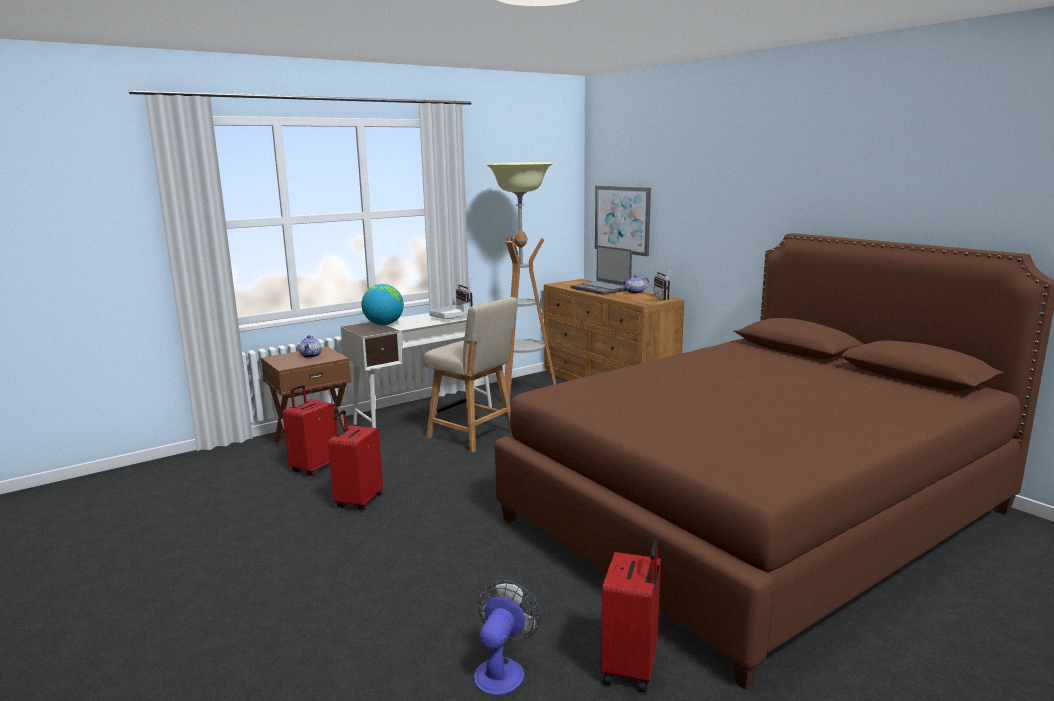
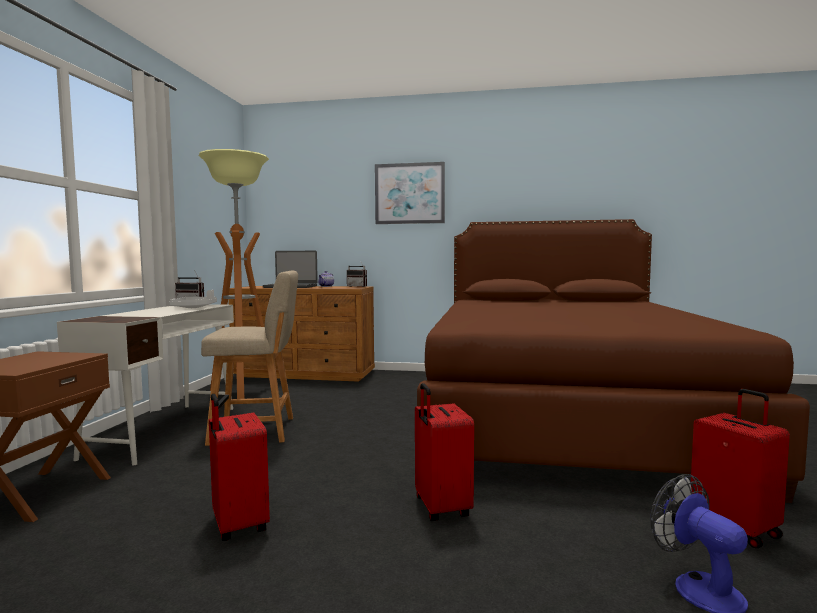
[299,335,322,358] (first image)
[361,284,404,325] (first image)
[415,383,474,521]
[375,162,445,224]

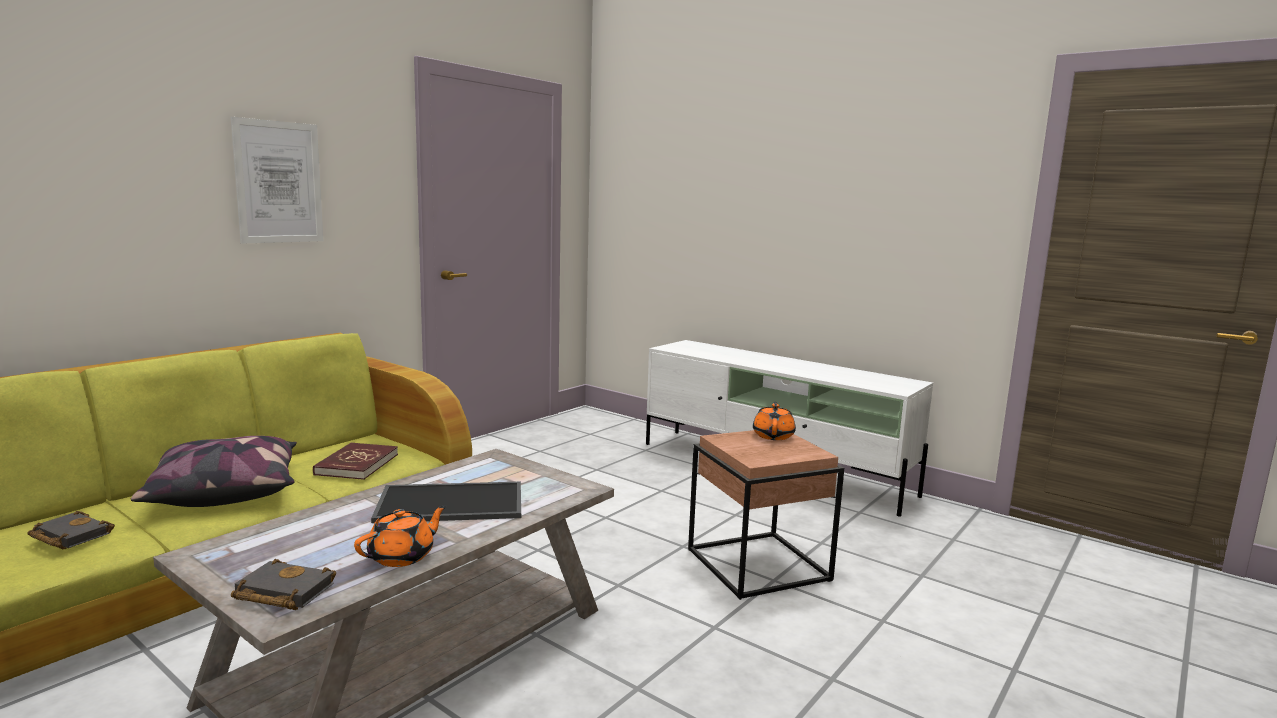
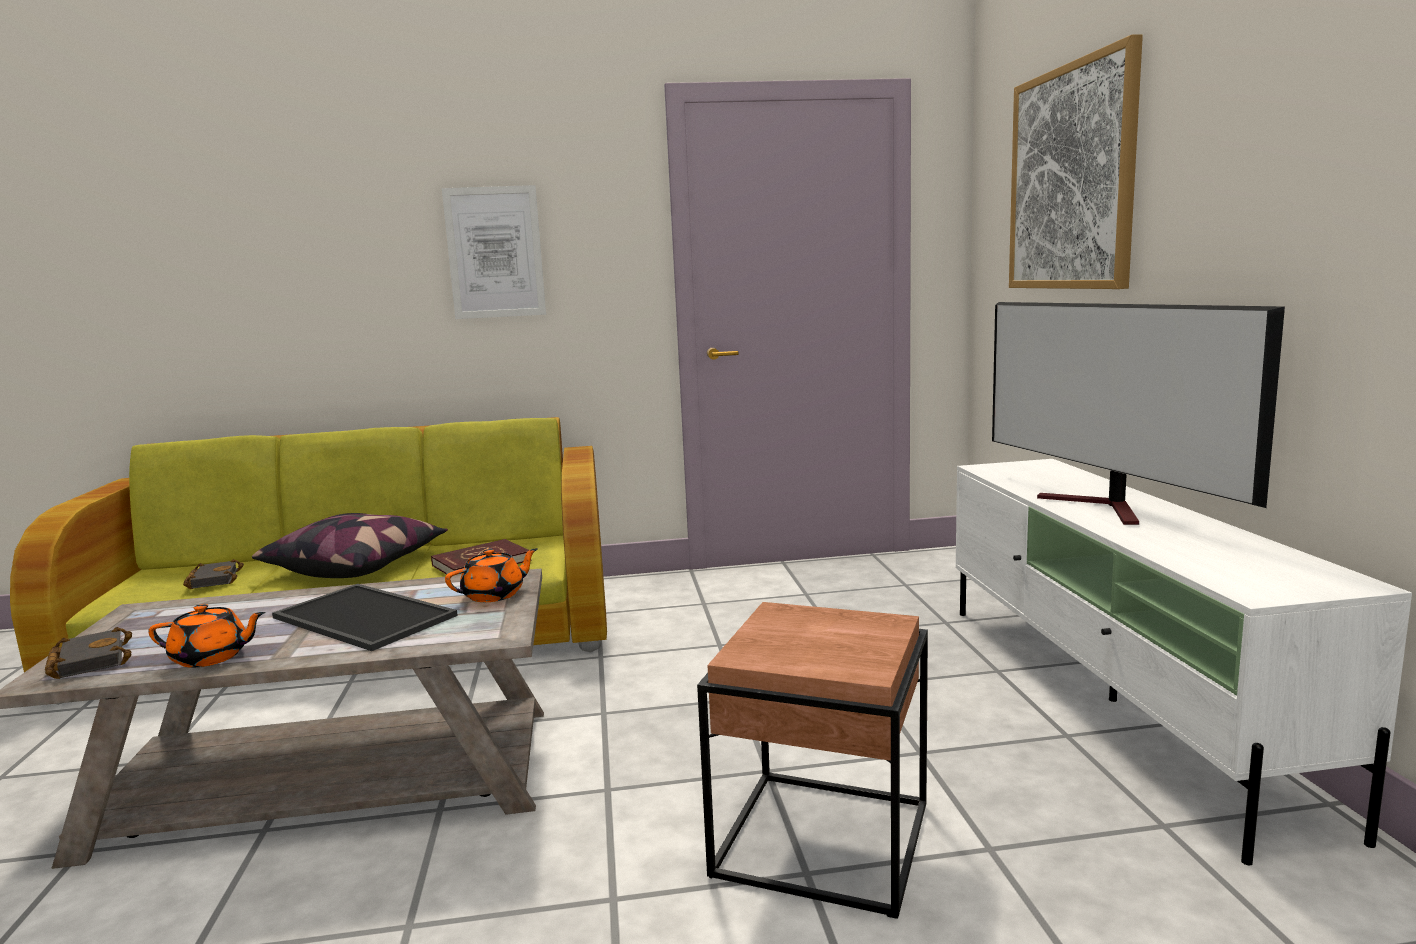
[992,302,1285,525]
[1009,34,1143,289]
[445,548,538,602]

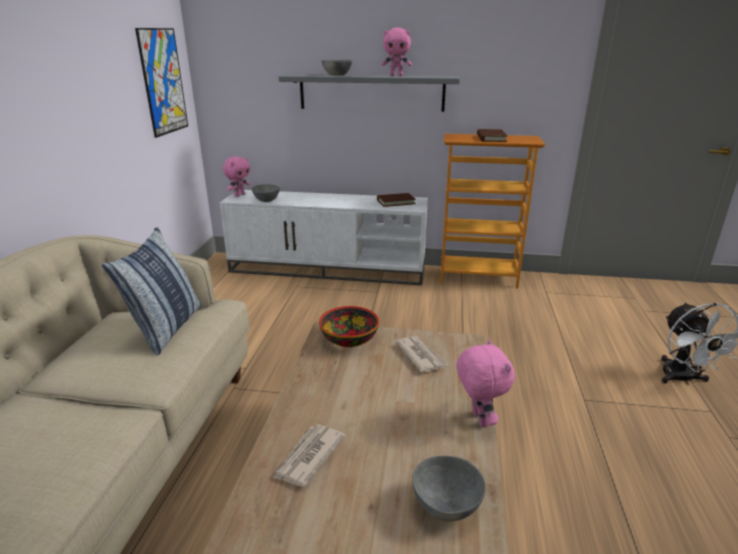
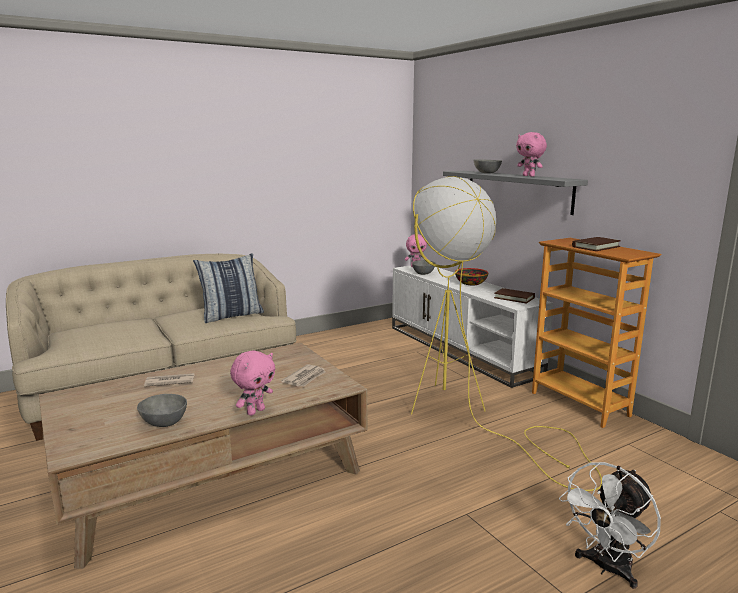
[135,28,188,138] (first image)
[411,176,602,491]
[455,268,488,285]

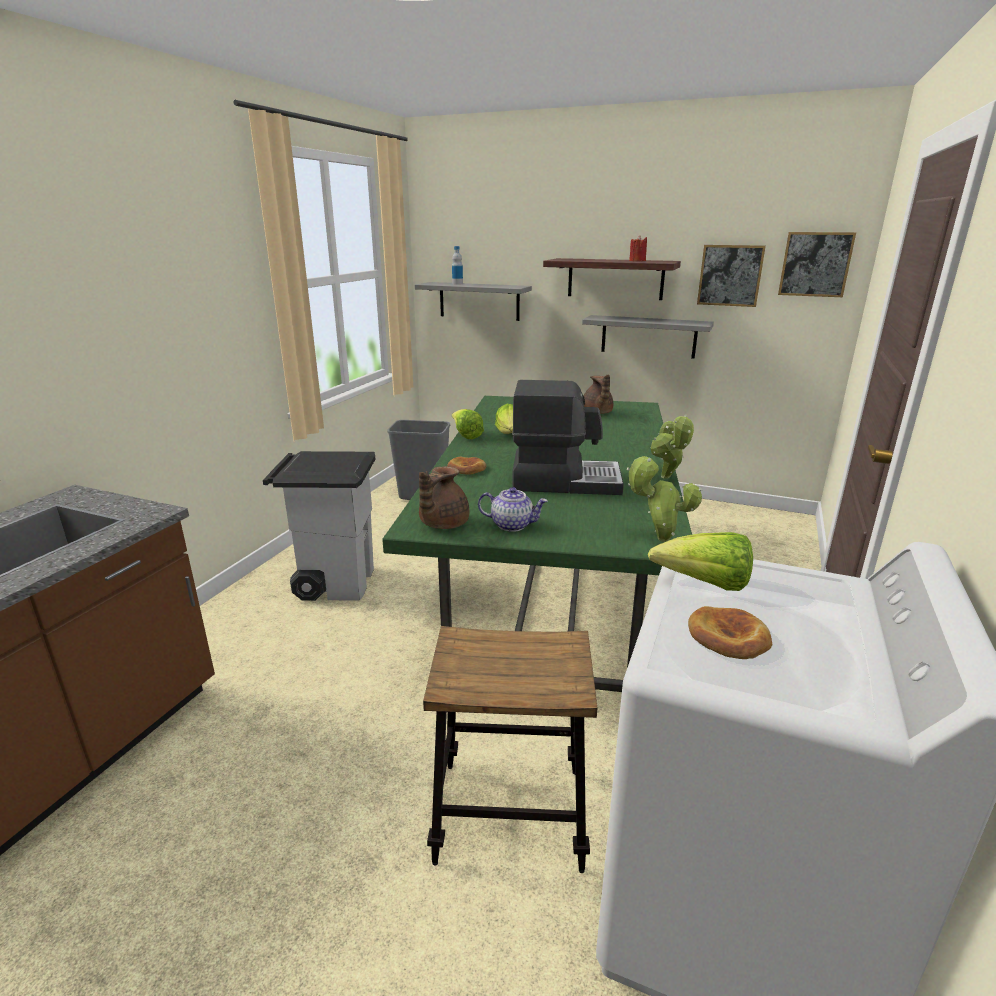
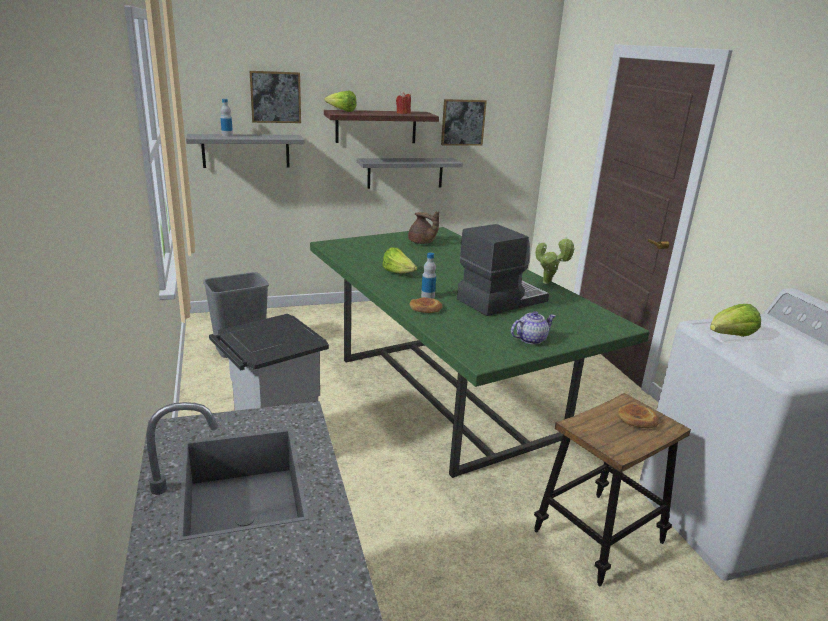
[419,466,469,529] (first image)
[627,456,702,542] (first image)
[421,253,436,299]
[324,91,357,112]
[618,404,659,428]
[250,71,301,123]

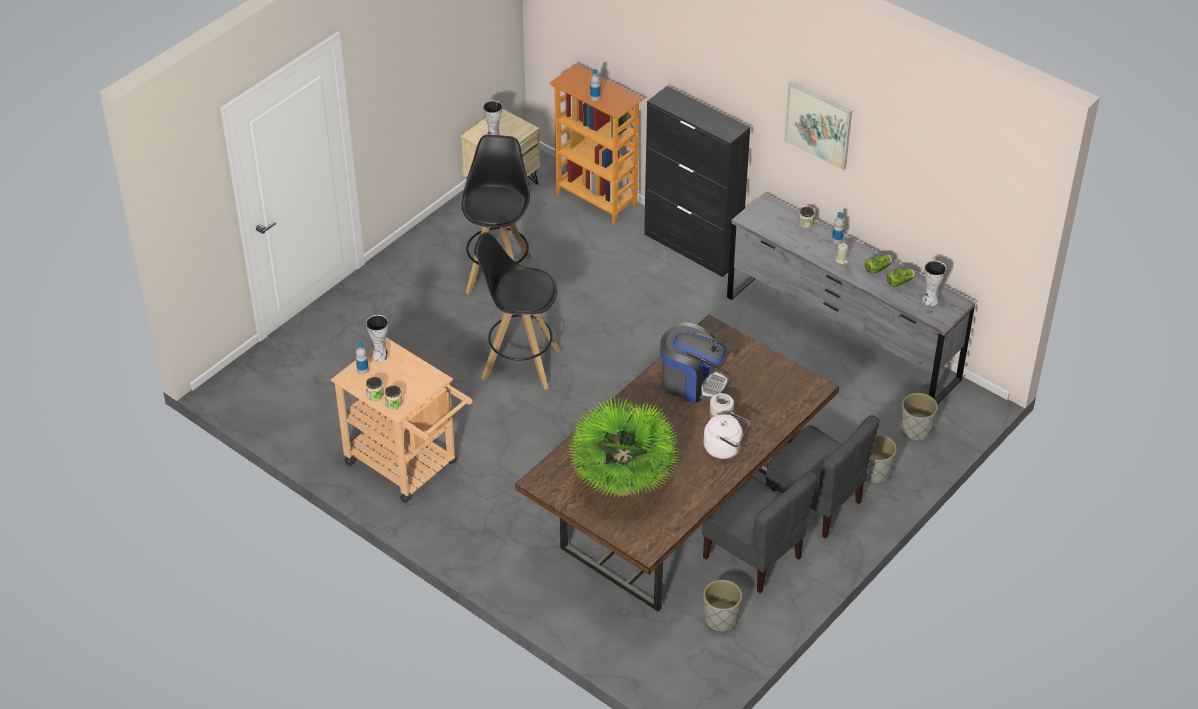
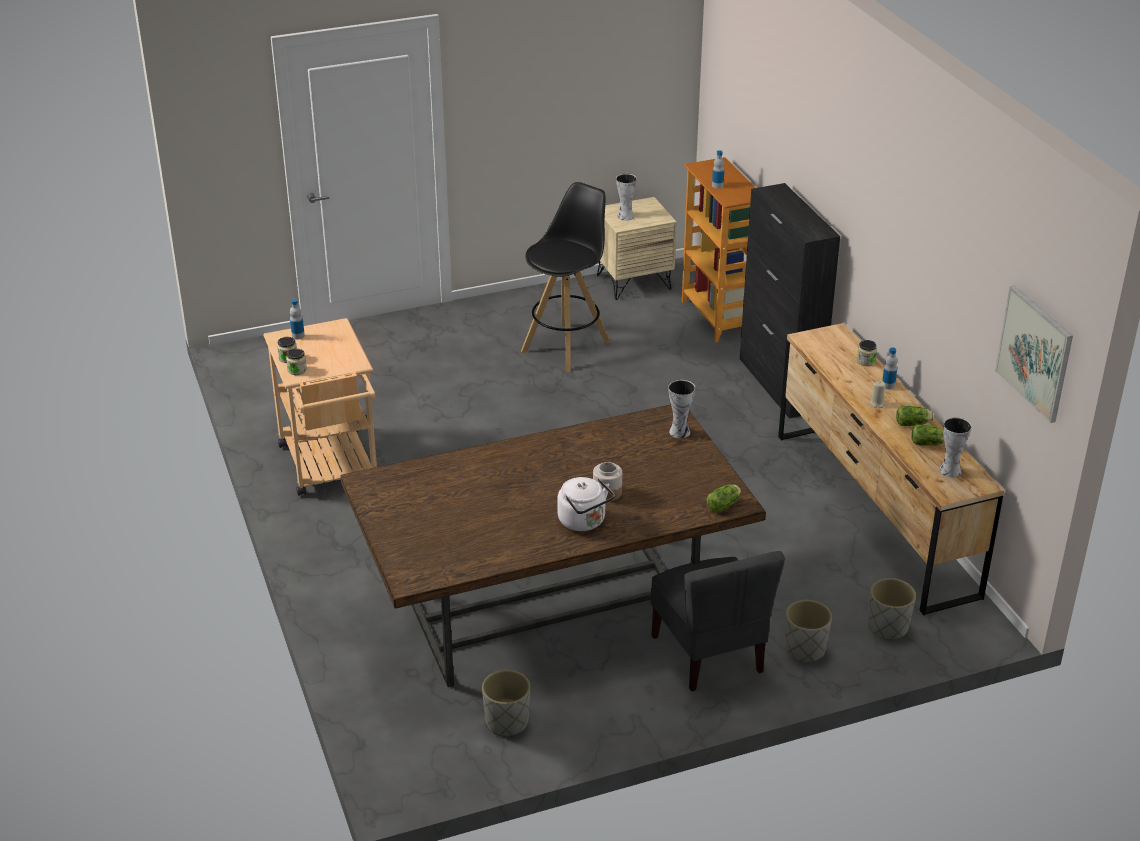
[474,232,561,390] (first image)
[569,396,678,498] (first image)
[660,322,729,404] (first image)
[702,471,818,593] (first image)
[706,485,741,512]
[668,380,695,439]
[995,286,1073,423]
[778,323,1004,615]

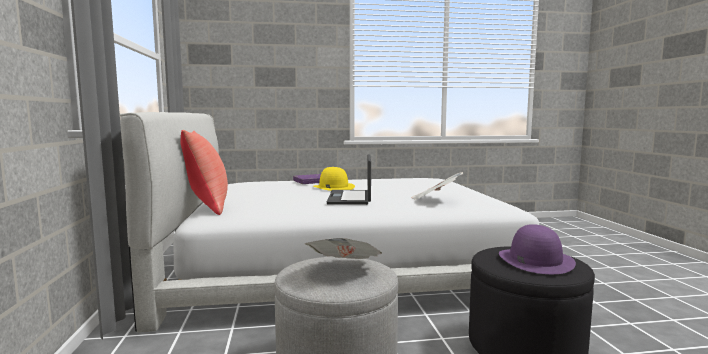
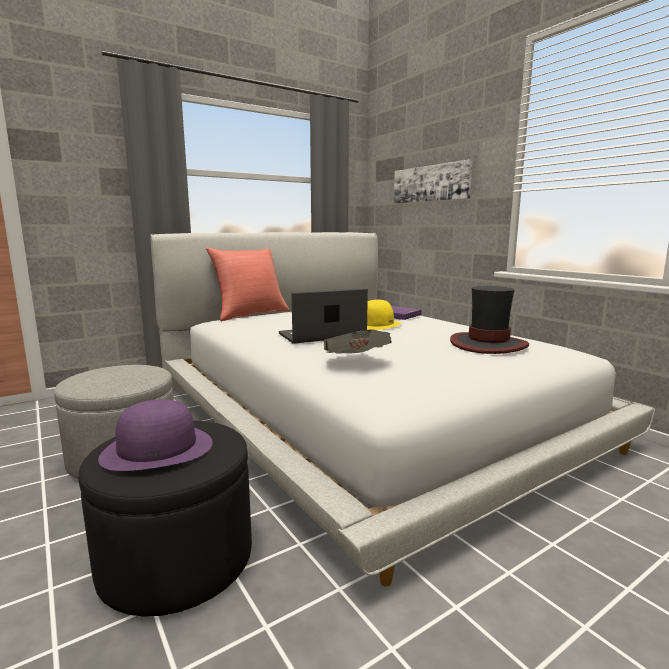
[304,238,382,259] (first image)
[394,159,473,204]
[450,286,529,354]

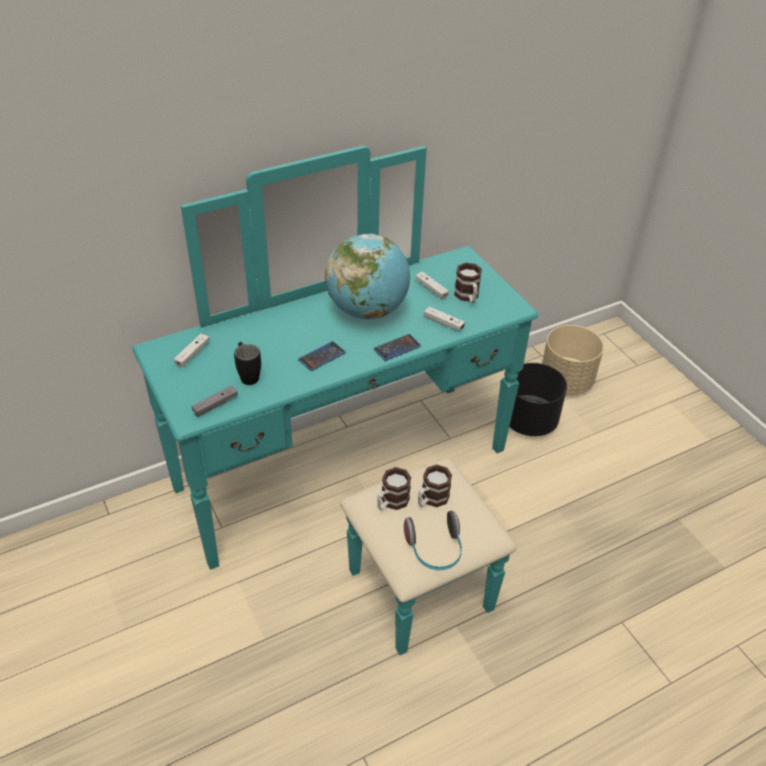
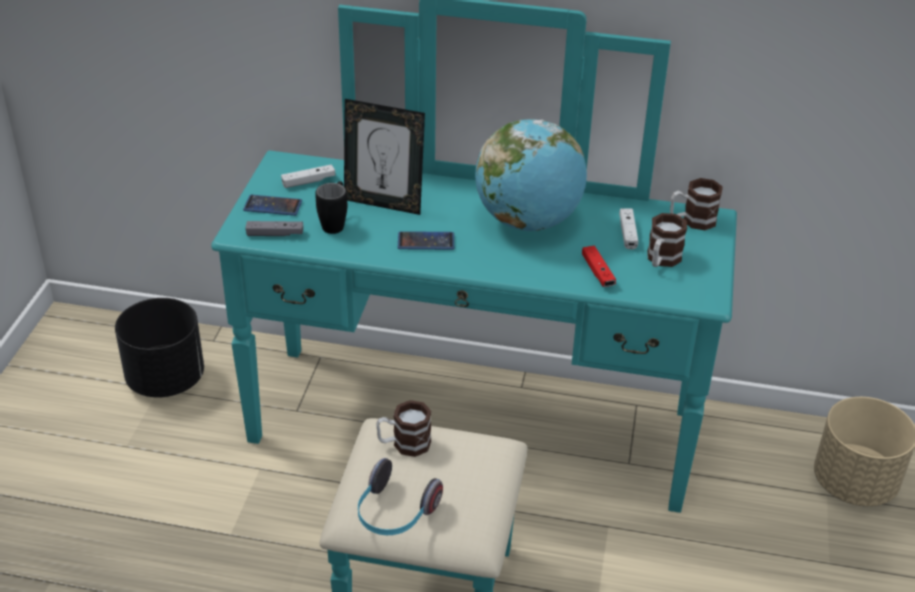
[344,99,425,215]
[243,195,302,216]
[670,178,723,230]
[115,298,204,398]
[582,246,616,287]

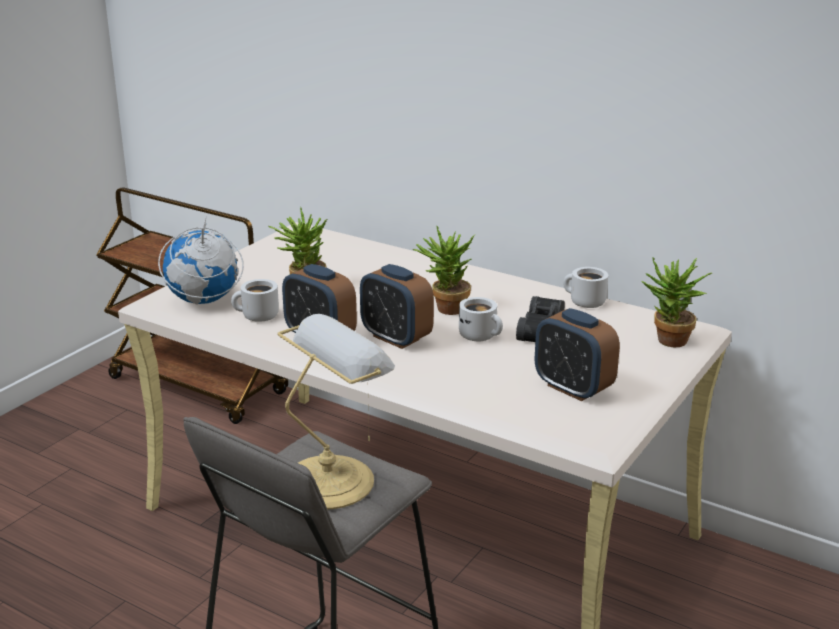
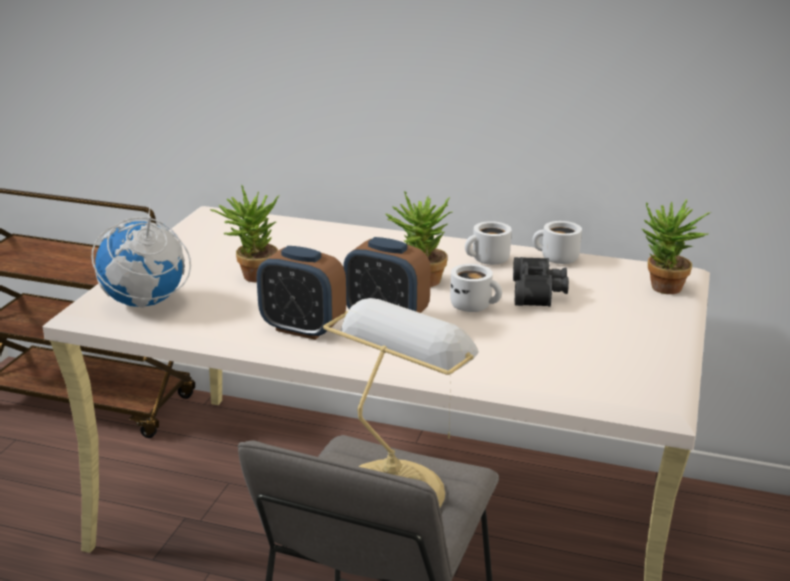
[535,308,620,401] (first image)
[465,221,512,265]

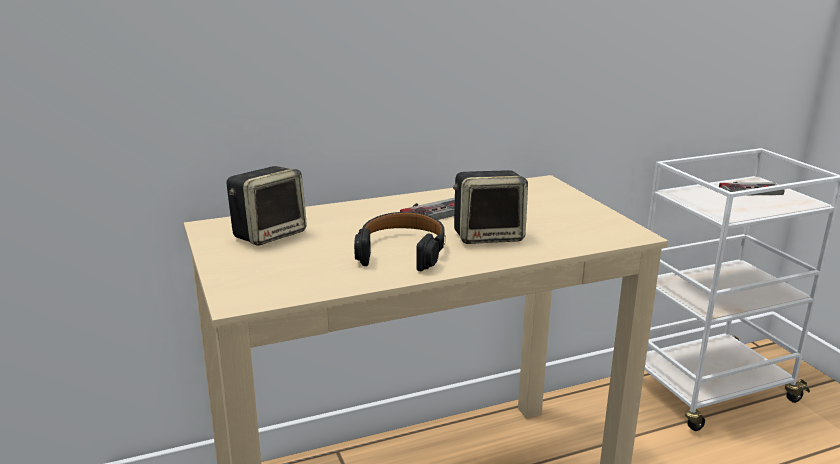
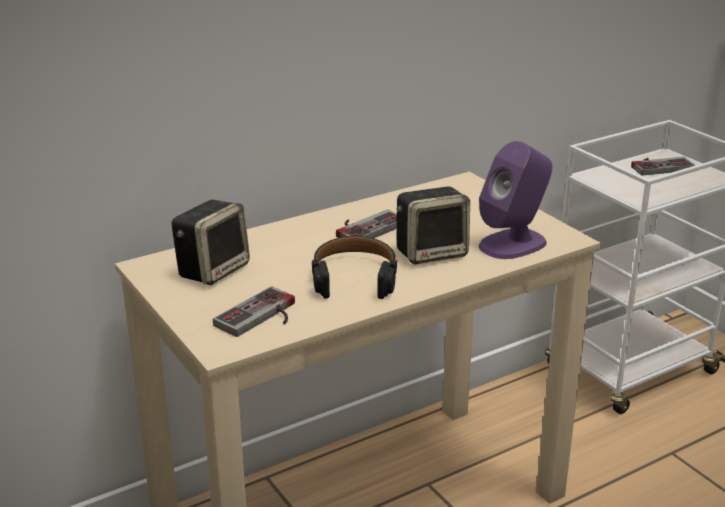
[213,286,295,337]
[479,141,552,259]

